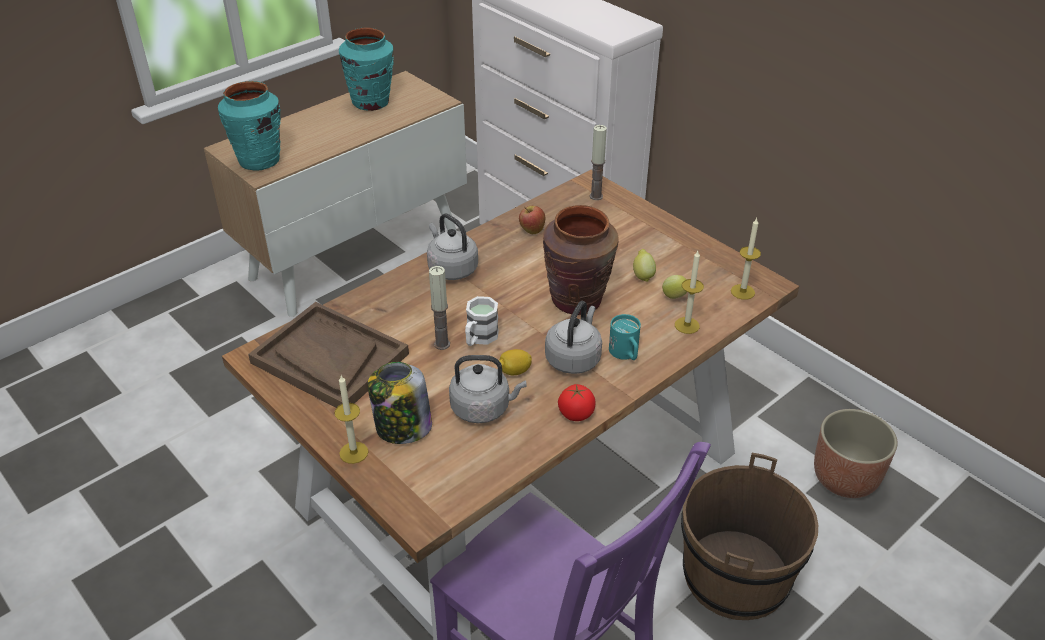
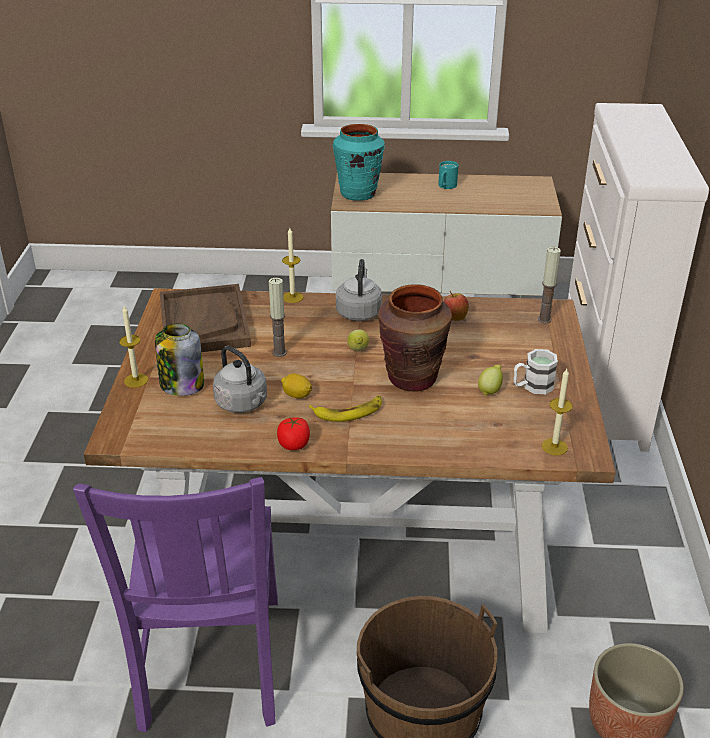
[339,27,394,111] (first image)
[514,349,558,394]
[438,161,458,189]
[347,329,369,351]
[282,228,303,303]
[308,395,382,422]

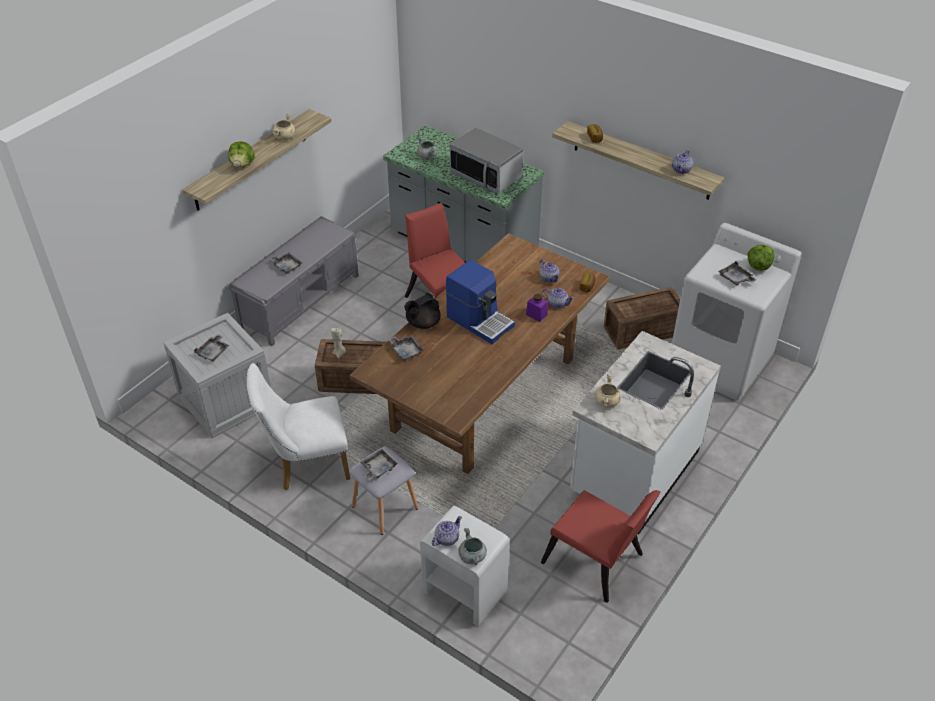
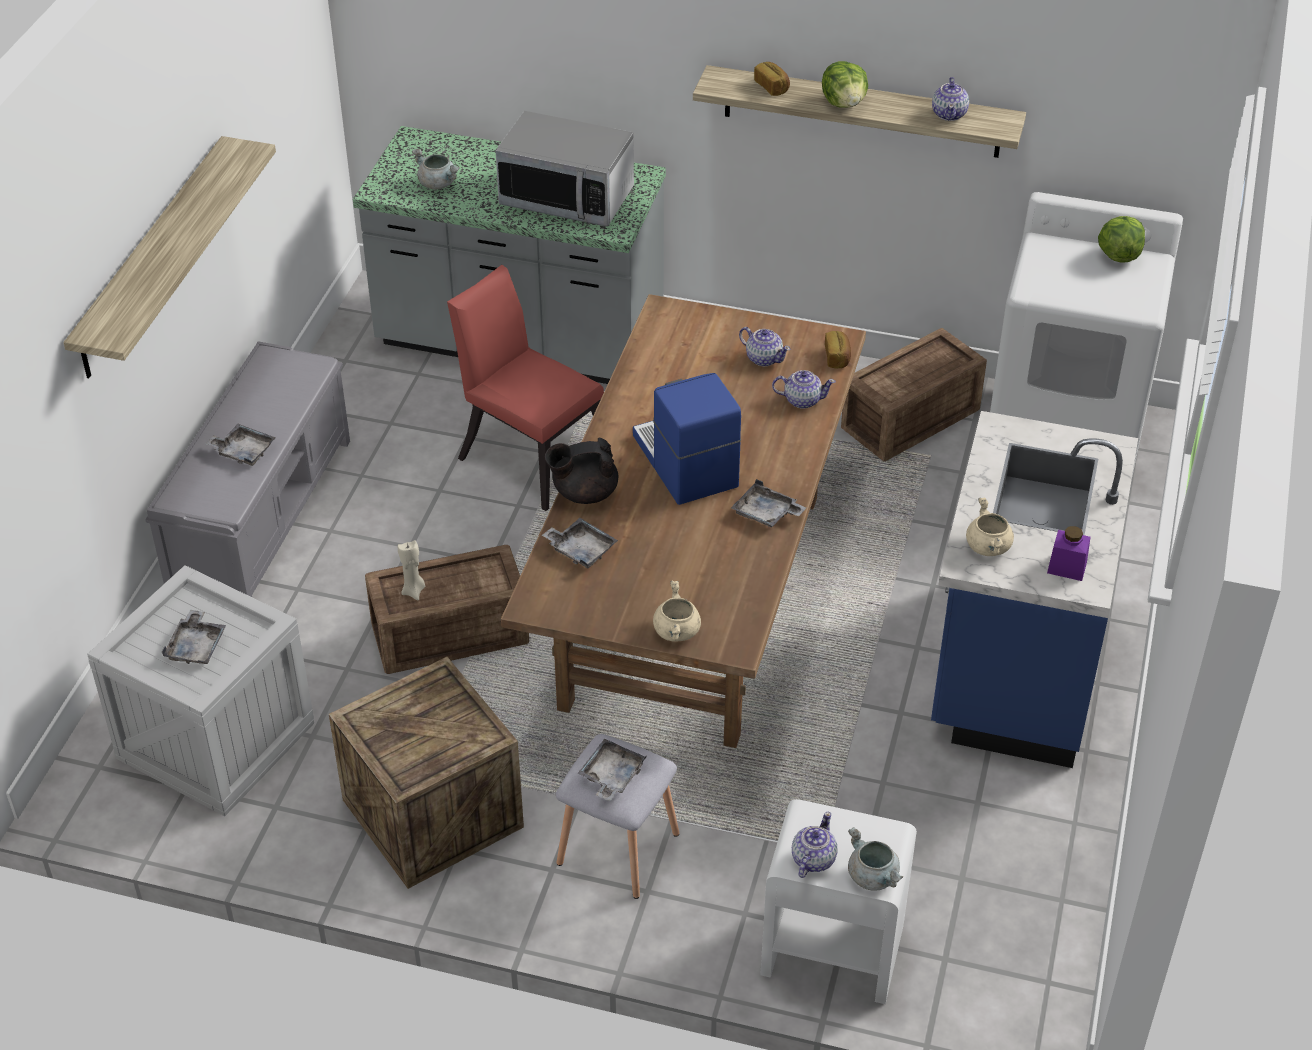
[540,490,661,603] (first image)
[822,61,868,108]
[653,581,701,642]
[1047,526,1091,581]
[731,479,806,527]
[329,657,524,889]
[931,411,1138,768]
[545,437,618,504]
[633,373,741,505]

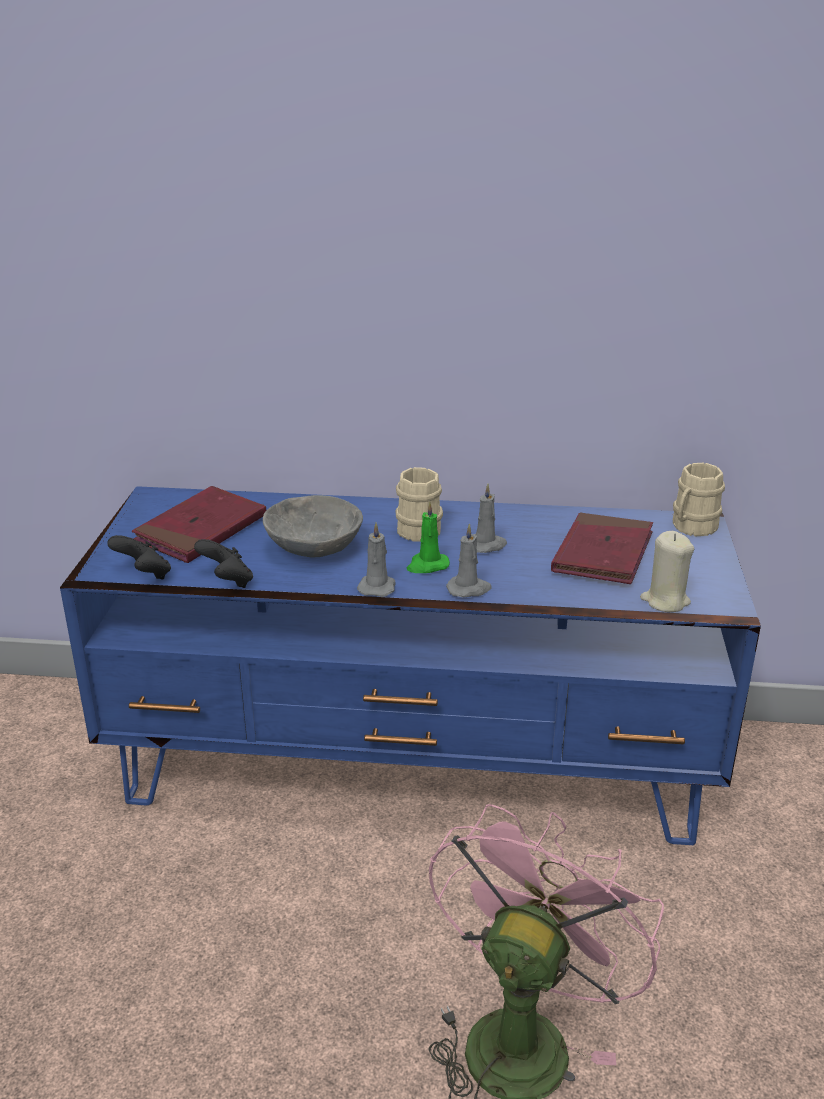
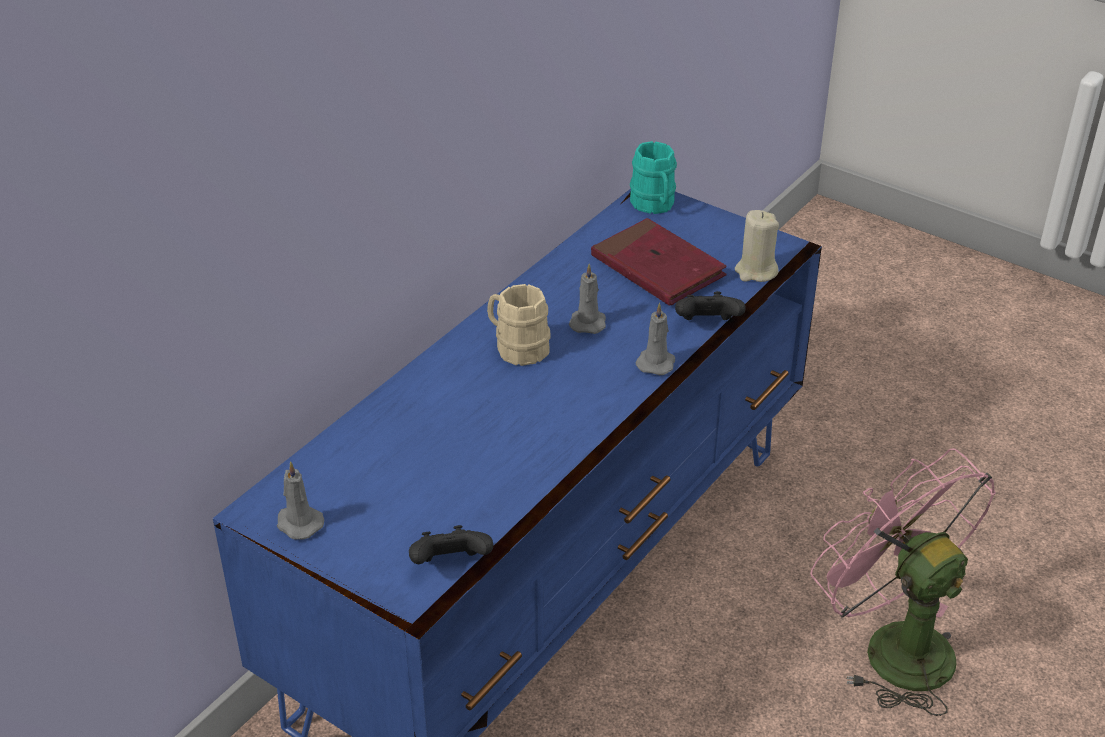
[132,486,266,563] (first image)
[263,495,363,558] (first image)
[407,501,450,573] (first image)
[675,291,746,320]
[277,461,324,540]
[630,141,677,214]

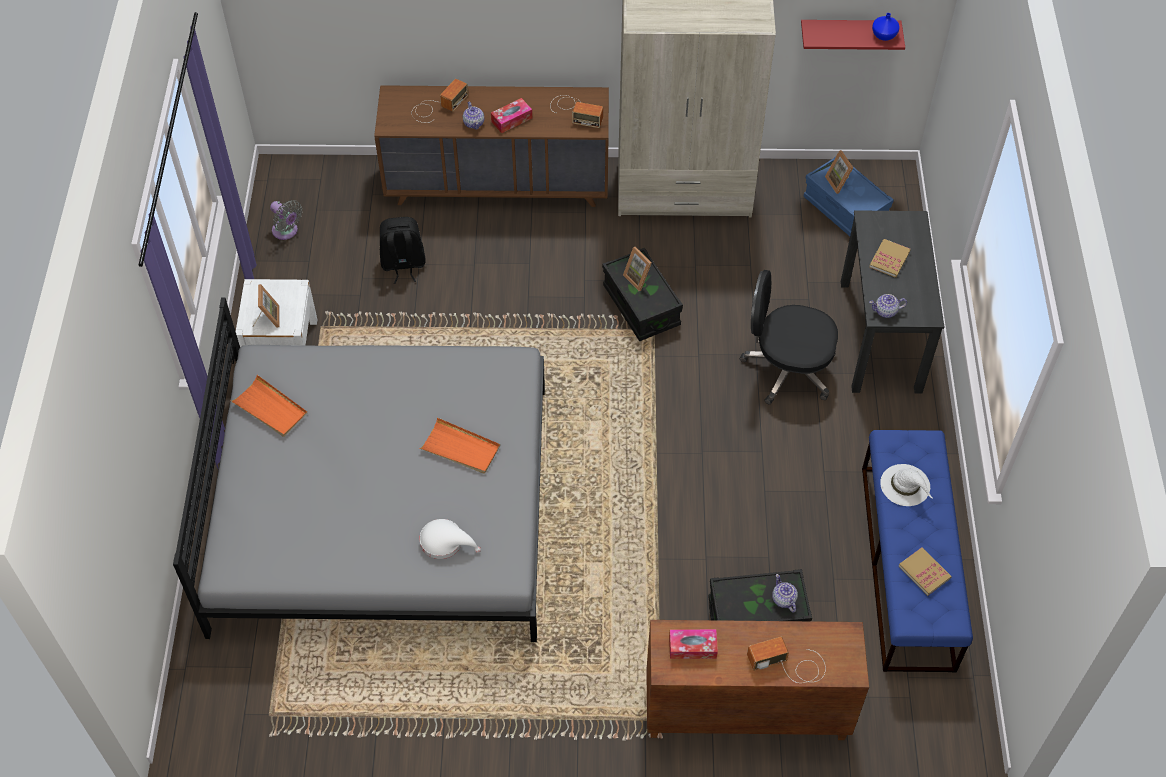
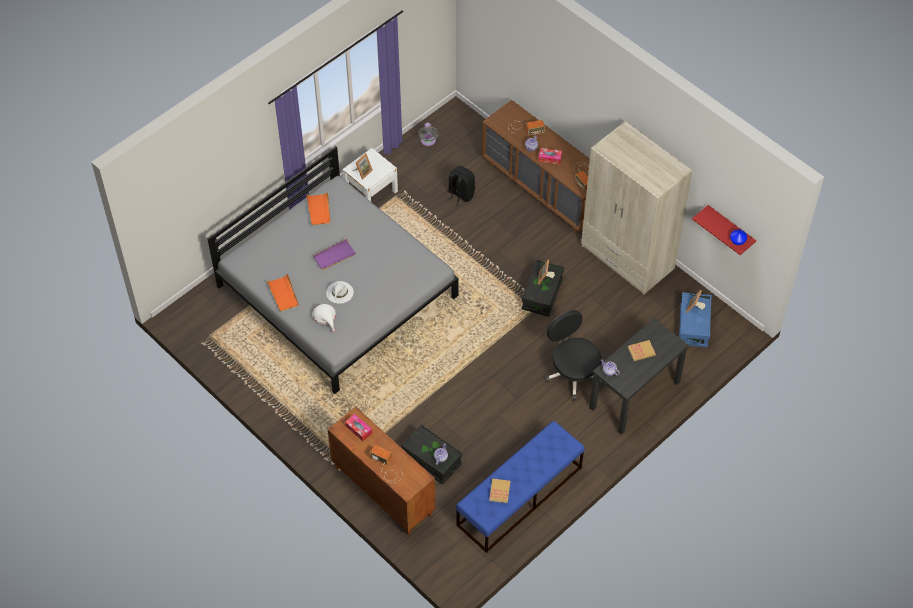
[313,239,356,271]
[266,274,299,312]
[326,281,354,304]

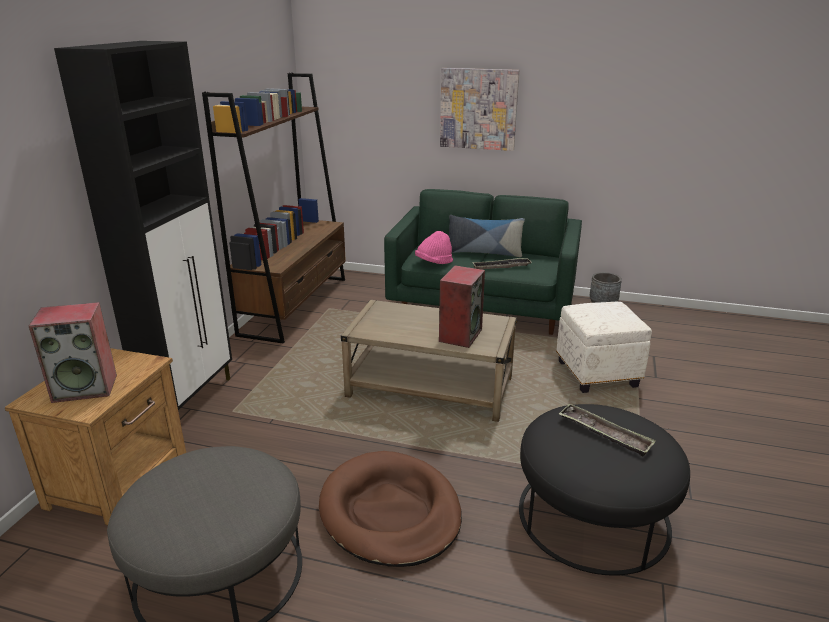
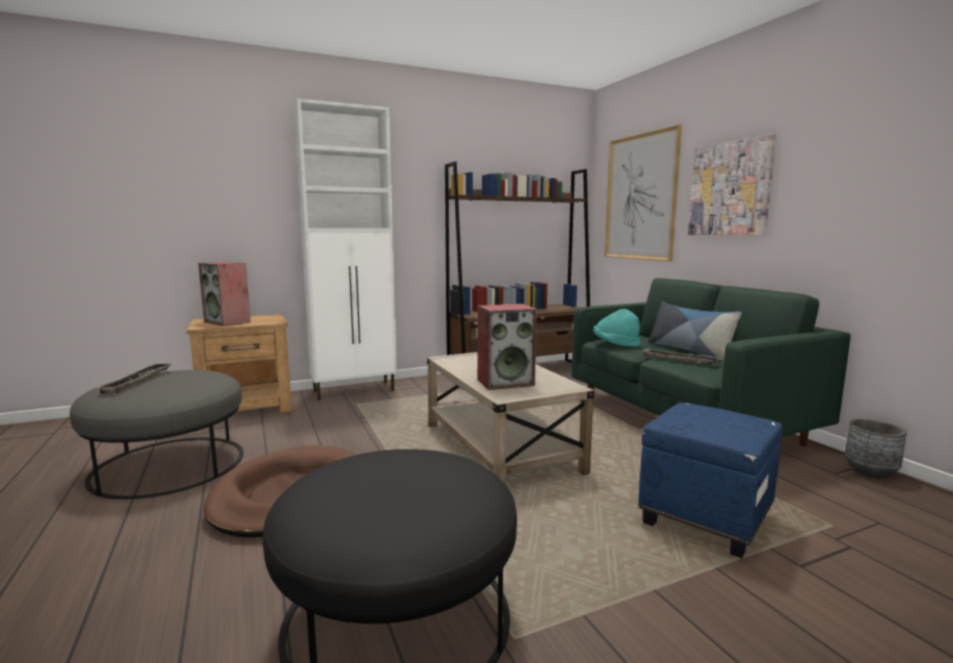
[605,125,682,261]
[96,363,172,394]
[293,98,397,400]
[593,309,641,347]
[638,403,783,560]

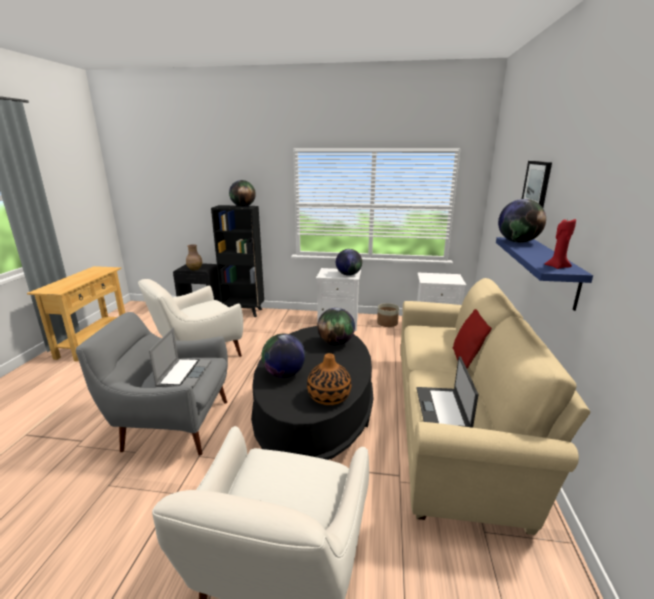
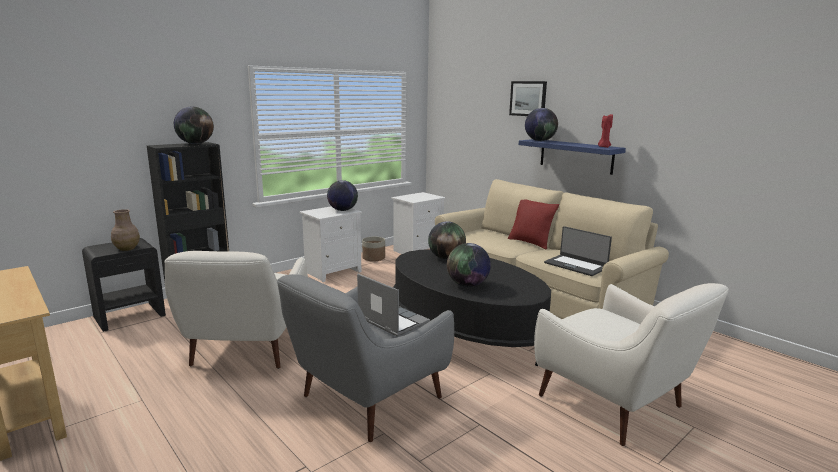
[307,353,351,405] (first image)

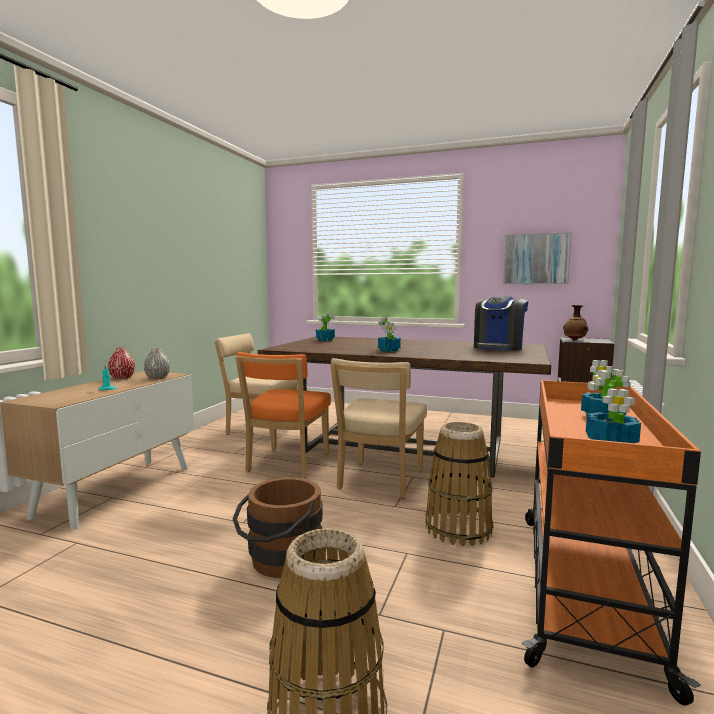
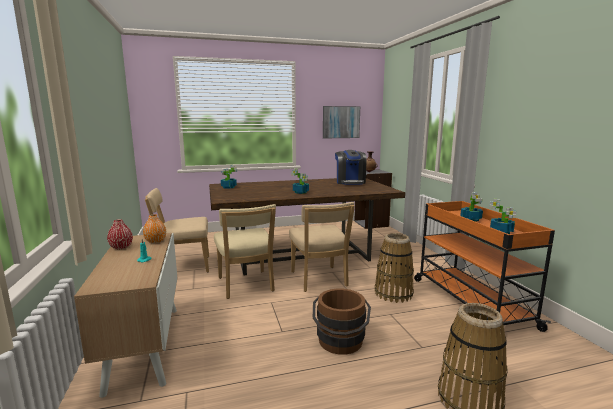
[143,214,166,243]
[214,204,276,299]

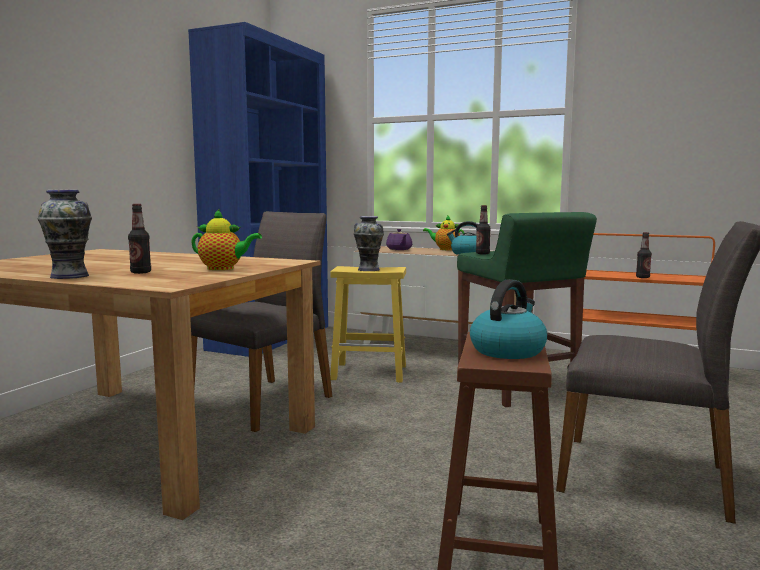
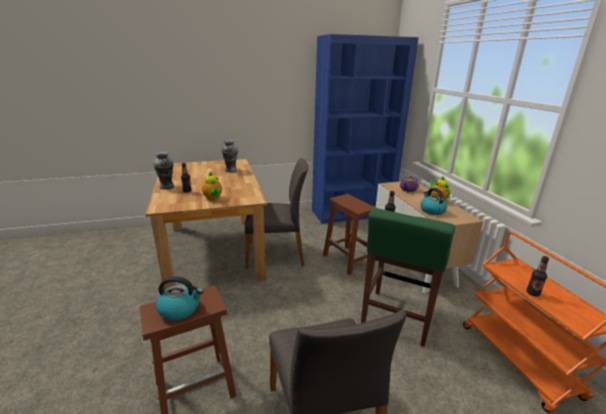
[221,140,238,172]
[323,194,377,275]

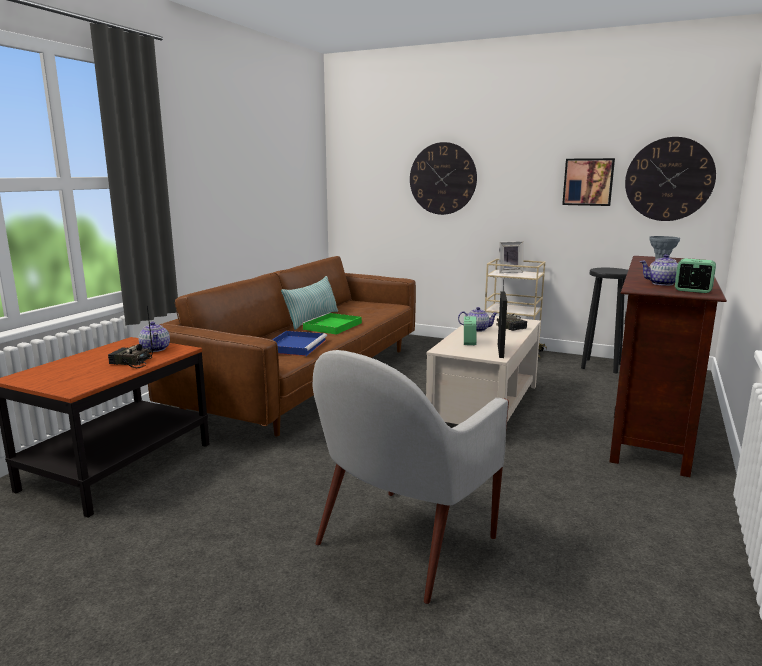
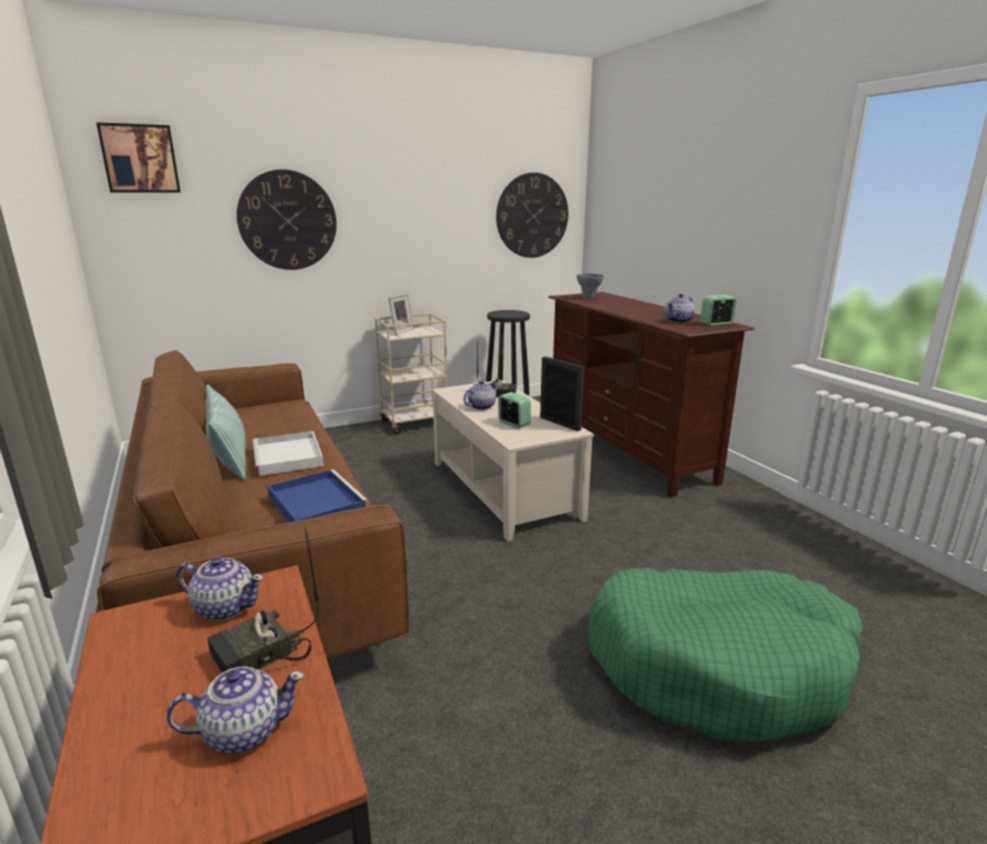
[167,666,305,754]
[96,122,180,192]
[588,568,863,742]
[253,431,324,476]

